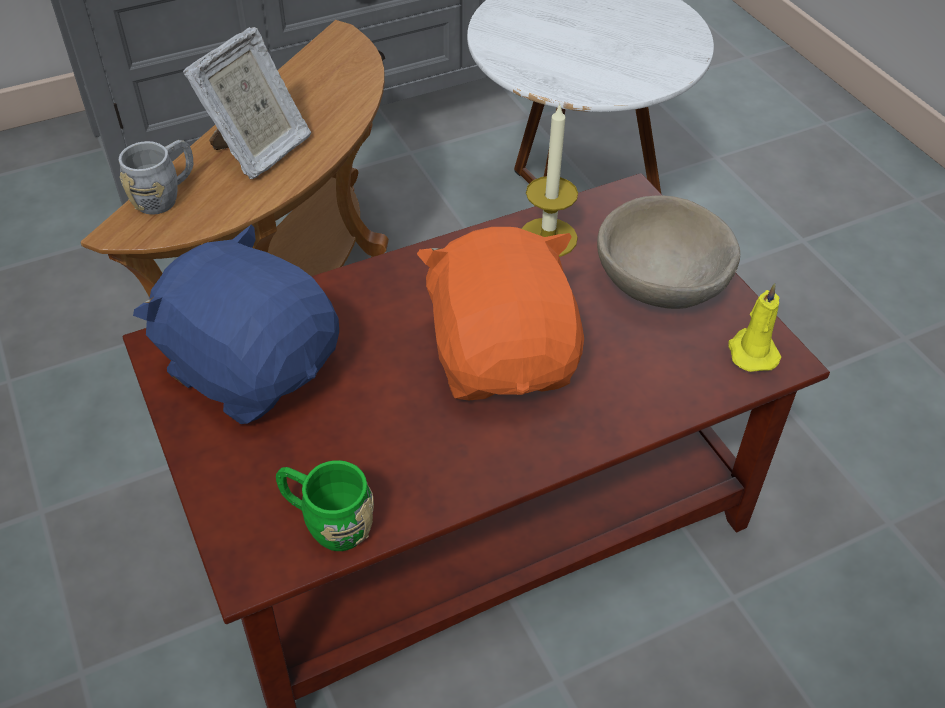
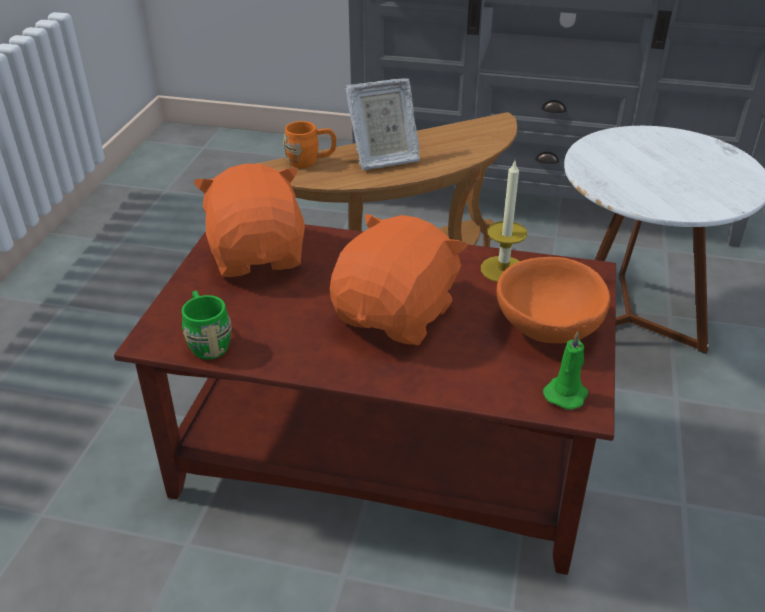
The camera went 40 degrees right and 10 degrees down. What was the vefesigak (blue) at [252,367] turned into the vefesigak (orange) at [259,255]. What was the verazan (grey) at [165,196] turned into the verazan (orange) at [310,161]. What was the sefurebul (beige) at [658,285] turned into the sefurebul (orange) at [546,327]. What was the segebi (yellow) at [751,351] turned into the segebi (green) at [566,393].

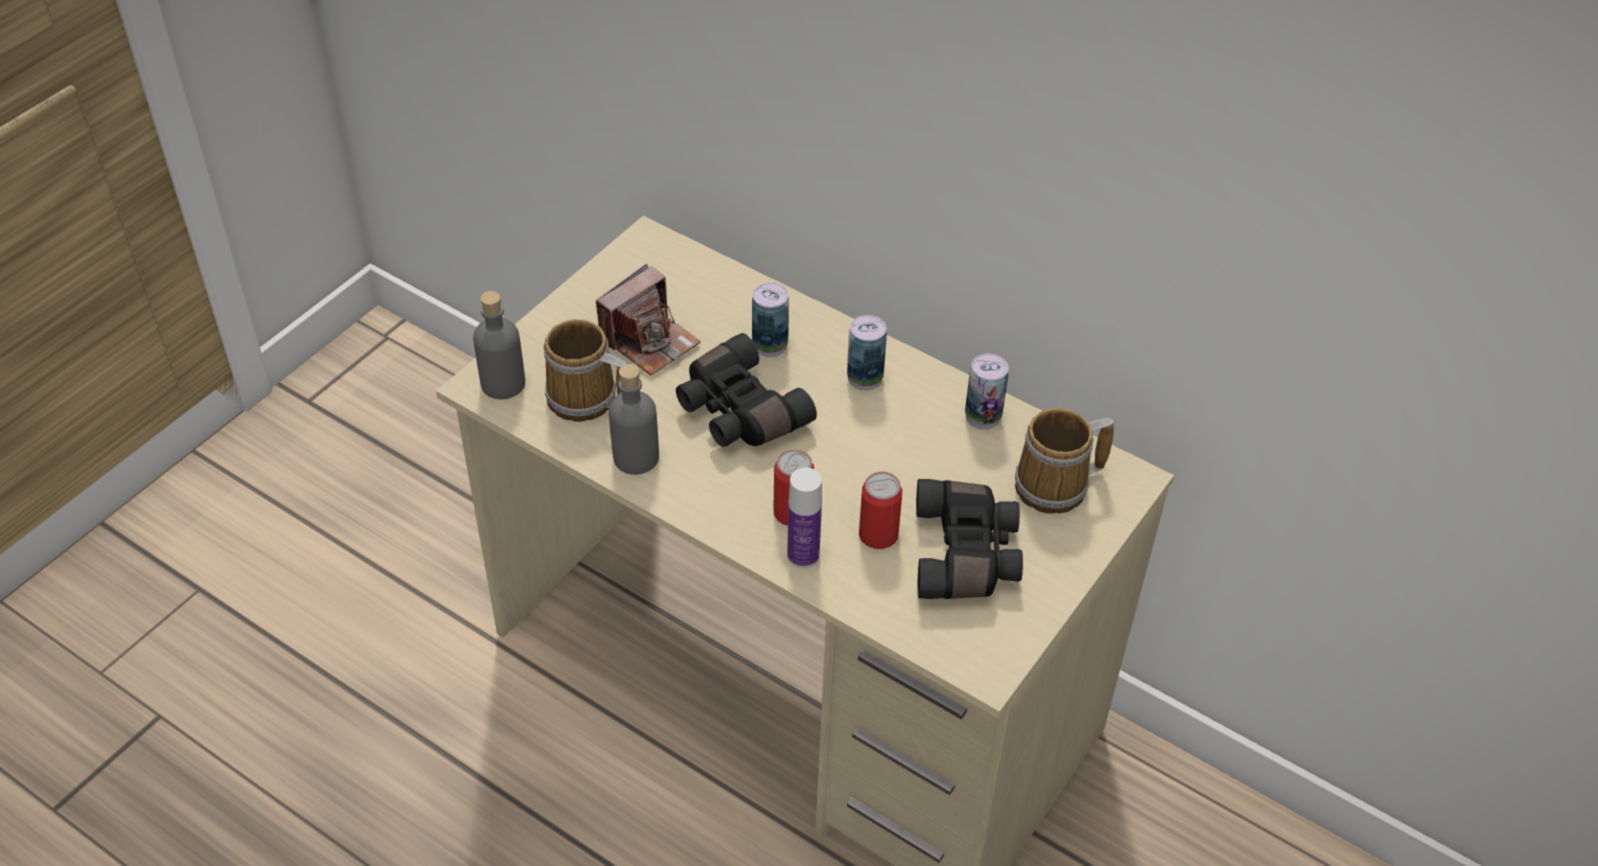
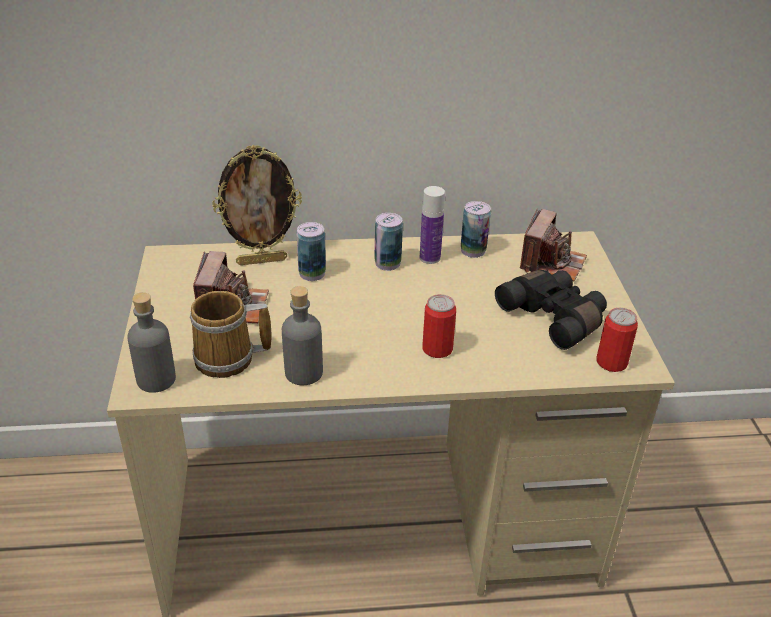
The camera went 40 degrees left and 10 degrees down. The second view gained the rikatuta at [262,260]. The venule ended up elsewhere, having gone from [803,555] to [430,258]. Where the verazan stood at [1057,487], the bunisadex came to stand at [551,263]. The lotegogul ended up elsewhere, having gone from [878,535] to [611,362]. The second view lost the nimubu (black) at [738,412].

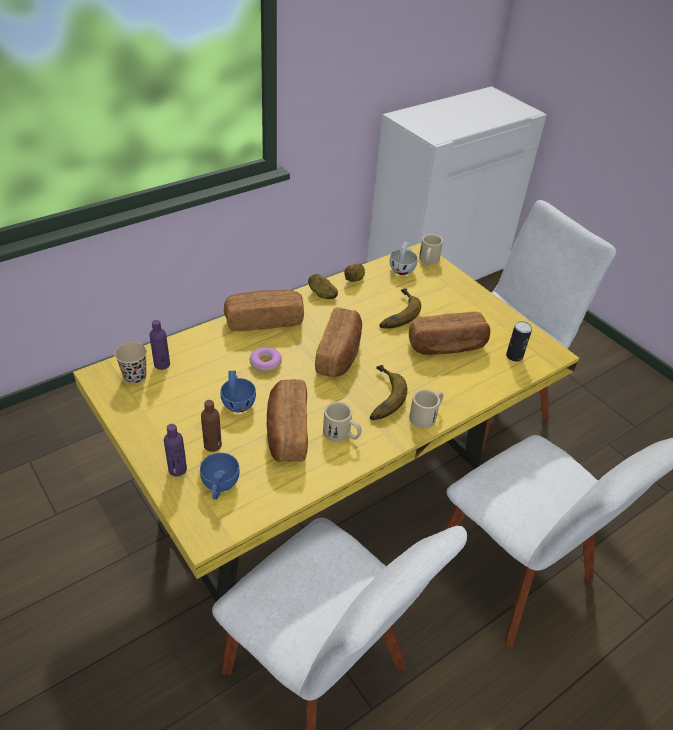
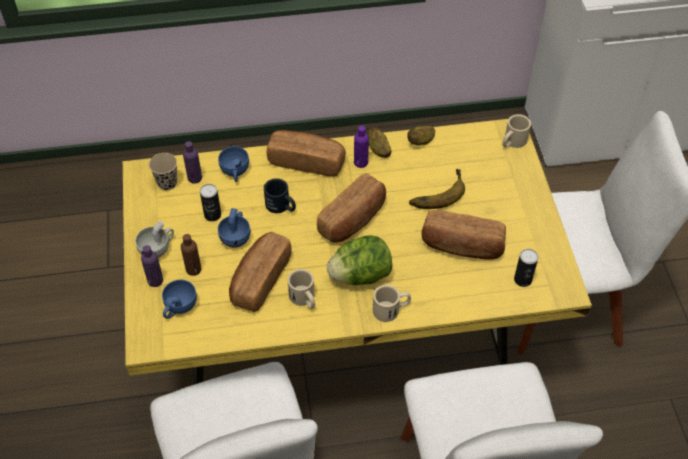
The camera went 30 degrees right and 10 degrees up. The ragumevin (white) ended up elsewhere, having gone from [403,269] to [158,248]. The second view gained the lotegogul at [212,215]. The second view gained the ragumevin (blue) at [235,172]. Where the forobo stood at [265,363], the verazan (black) came to stand at [281,206]. Where the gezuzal stood at [379,396], the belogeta came to stand at [361,275]. The second view gained the venule (purple) at [361,162].

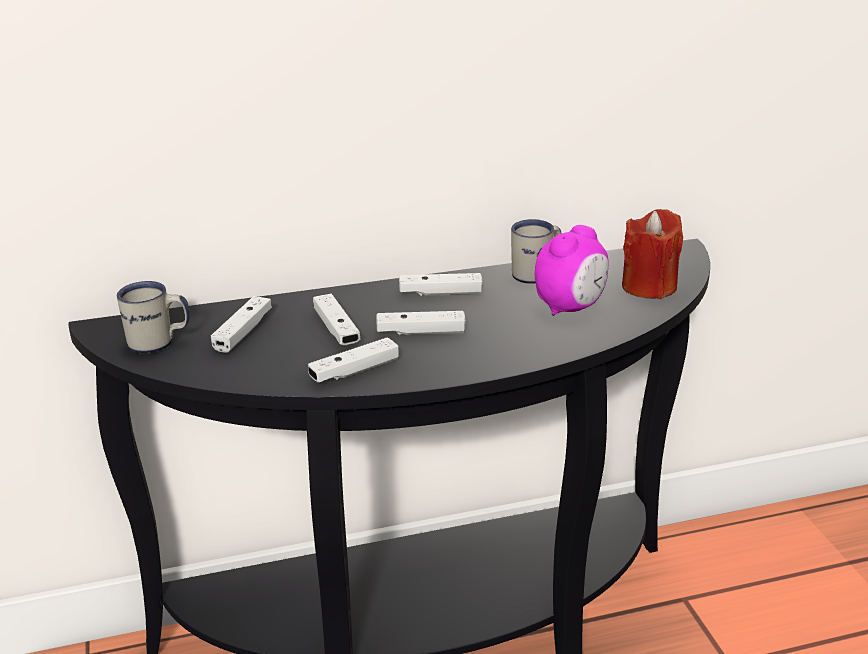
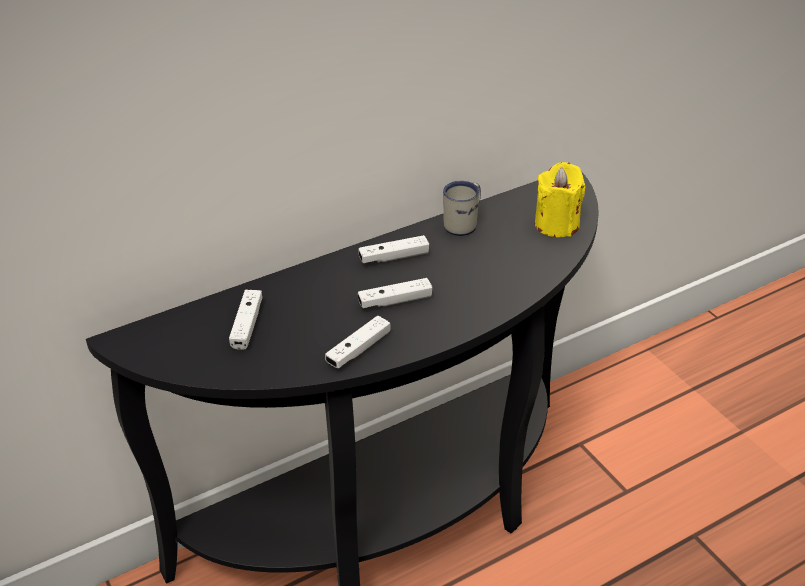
The camera went 15 degrees left and 10 degrees up. What was the segebi (red) at [649,286] turned into the segebi (yellow) at [556,224]. The second view lost the verazan (white) at [159,343]. The second view lost the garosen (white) at [336,329]. The second view lost the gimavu at [570,307].

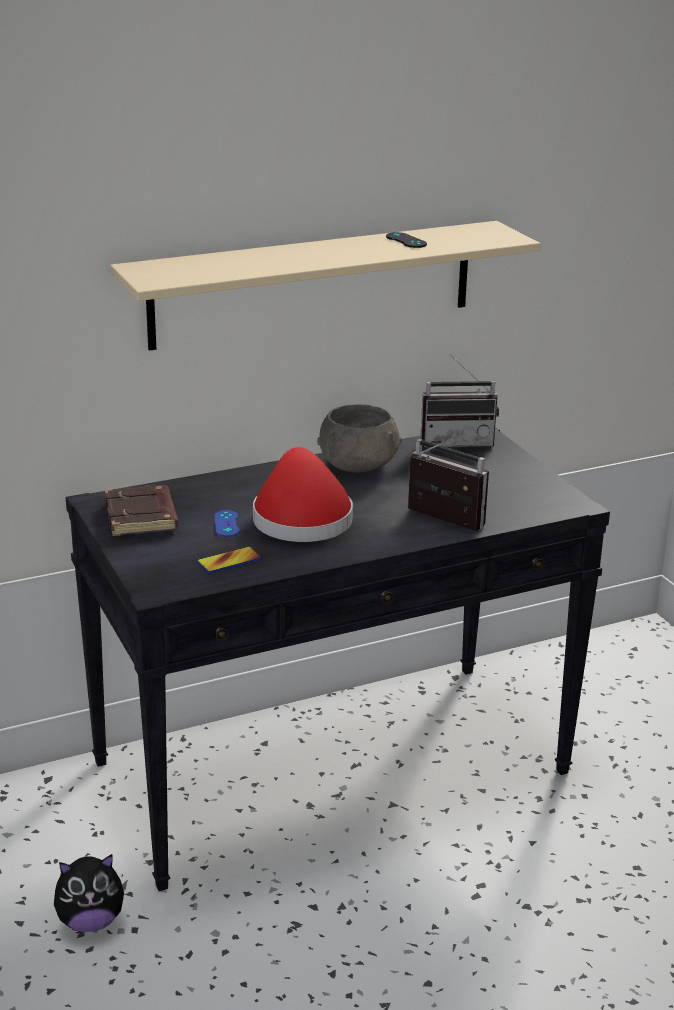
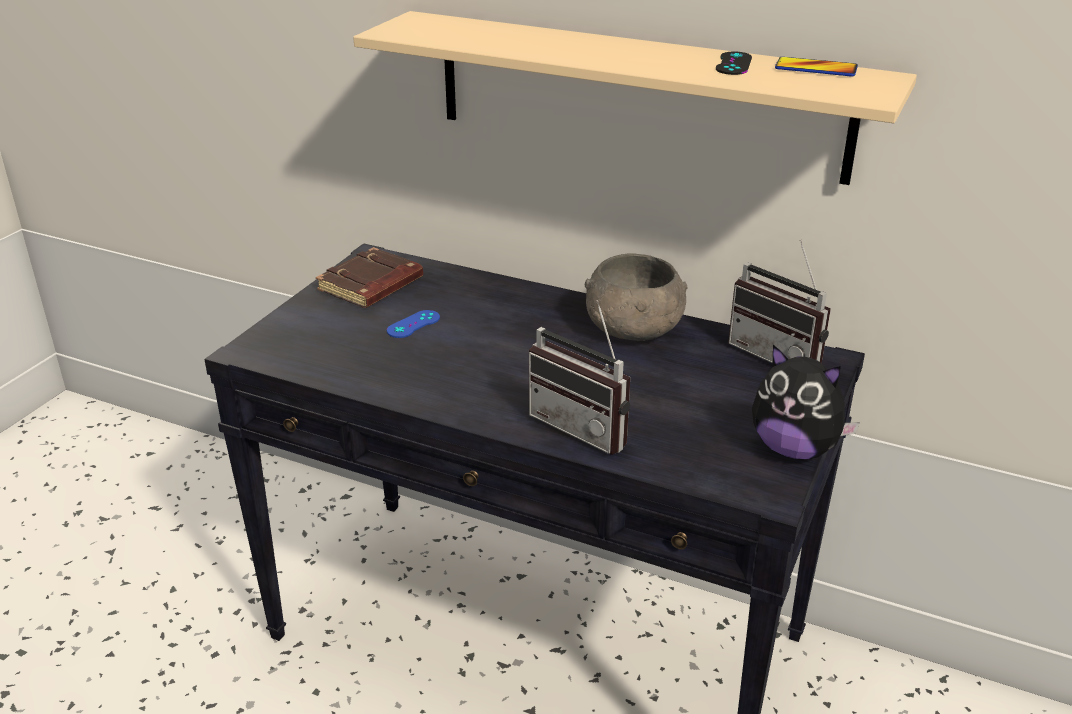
The camera went 50 degrees right and 5 degrees up. The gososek at [439,522] ended up facing another way, 135 degrees clockwise from before. The vefesigak ended up elsewhere, having gone from [91,921] to [794,449]. The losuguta ended up elsewhere, having gone from [229,561] to [815,69]. The second view lost the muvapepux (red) at [301,517].

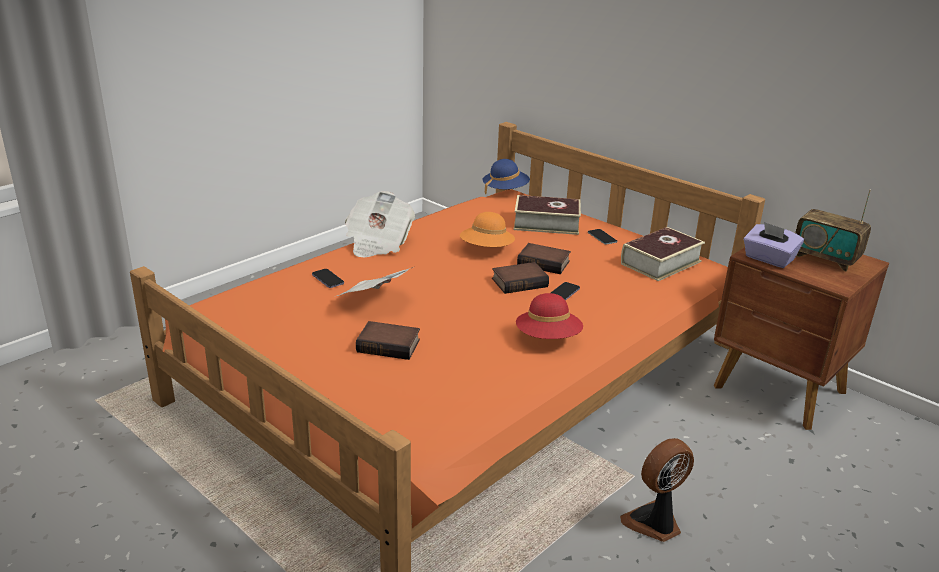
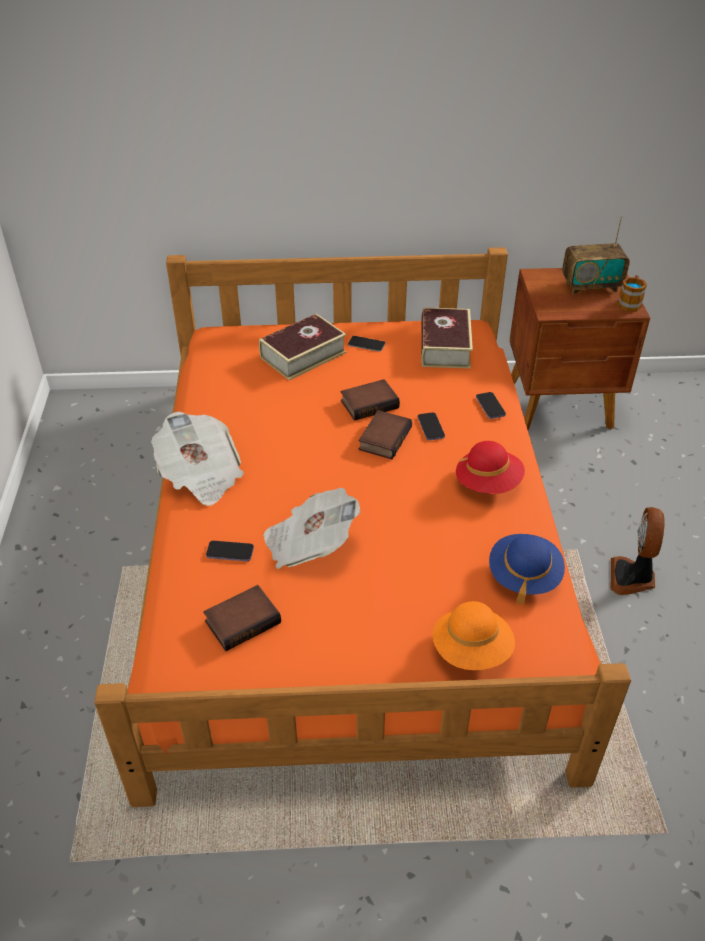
The camera went 45 degrees left and 15 degrees up. The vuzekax ended up elsewhere, having gone from [390,345] to [243,620]. The muvapepux (orange) ended up elsewhere, having gone from [487,249] to [471,650]. The second view gained the losuguta at [490,406]. The muvapepux (blue) ended up elsewhere, having gone from [505,190] to [524,576]. The second view gained the verazan at [630,303]. The second view lost the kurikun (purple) at [768,259].

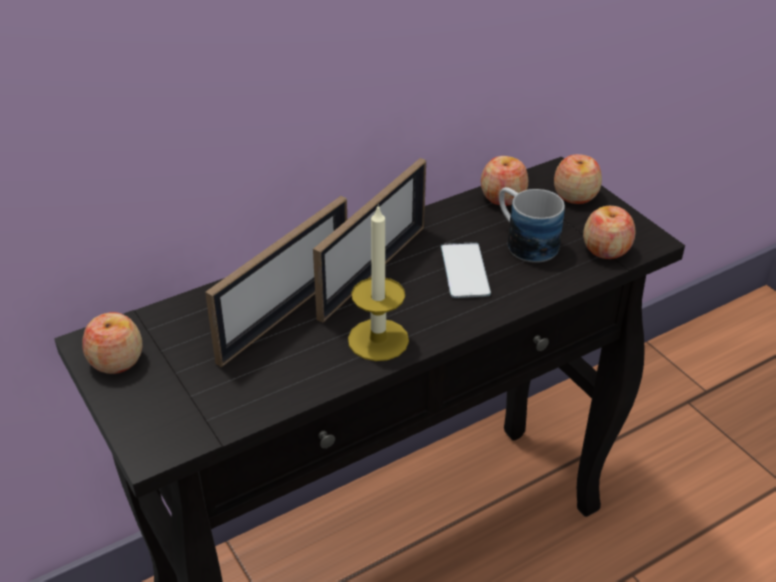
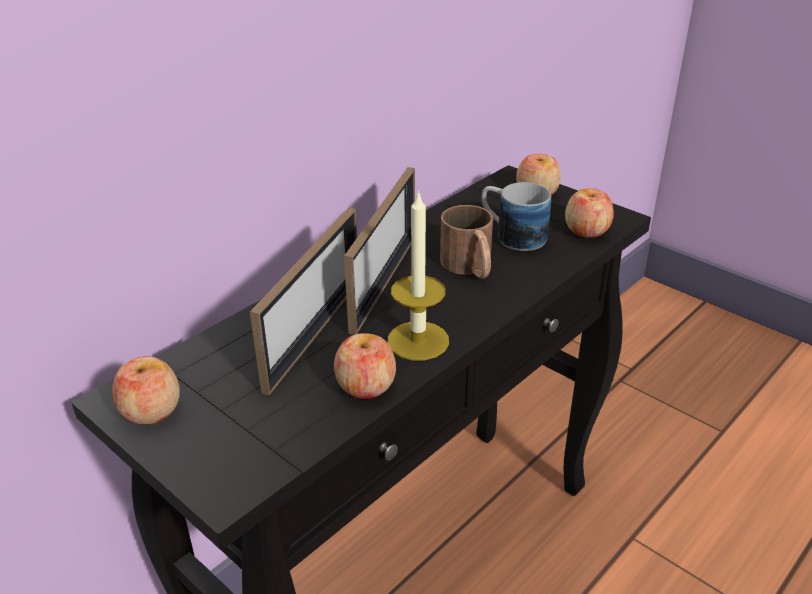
The camera went 15 degrees left and 5 degrees down. The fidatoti ended up elsewhere, having gone from [503,197] to [366,385]. Where the losuguta stood at [464,270], the verazan (brown) came to stand at [470,267].

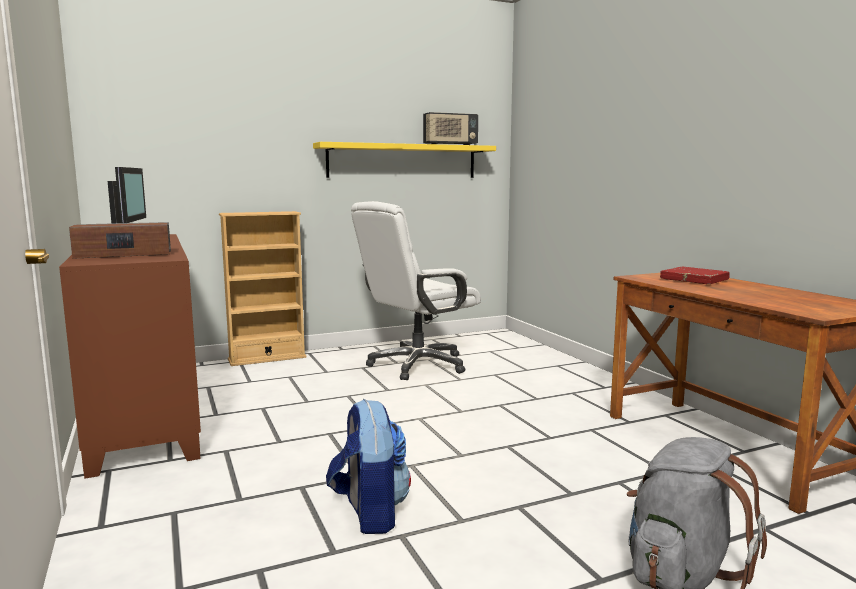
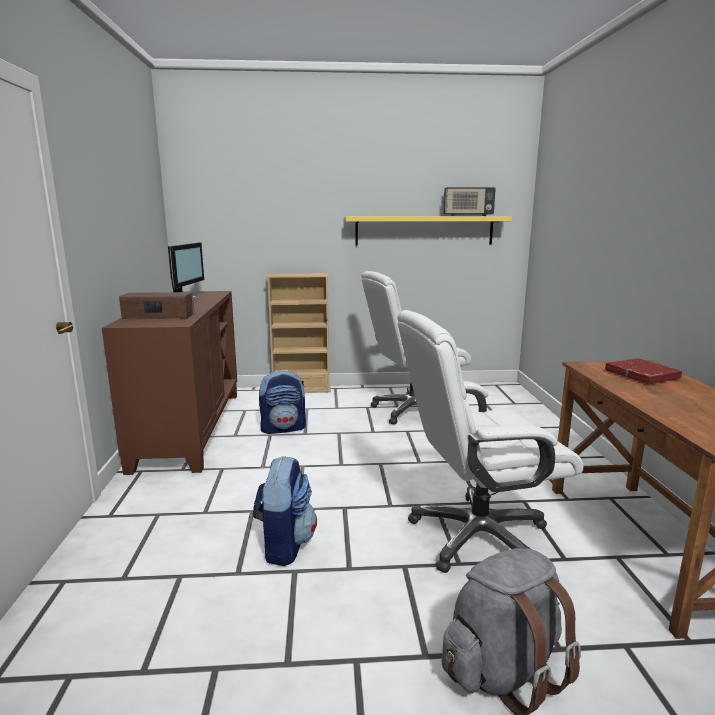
The camera went 20 degrees right and 5 degrees up. The second view gained the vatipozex at [283,428]. The second view gained the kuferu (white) at [477,536].

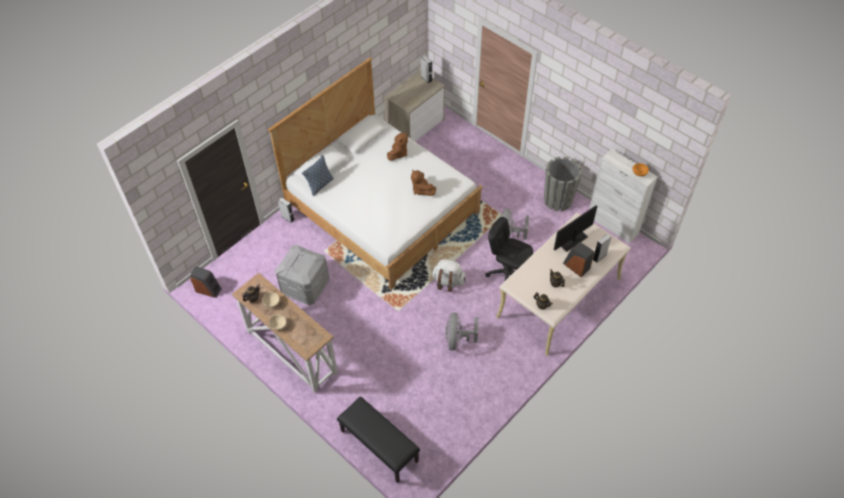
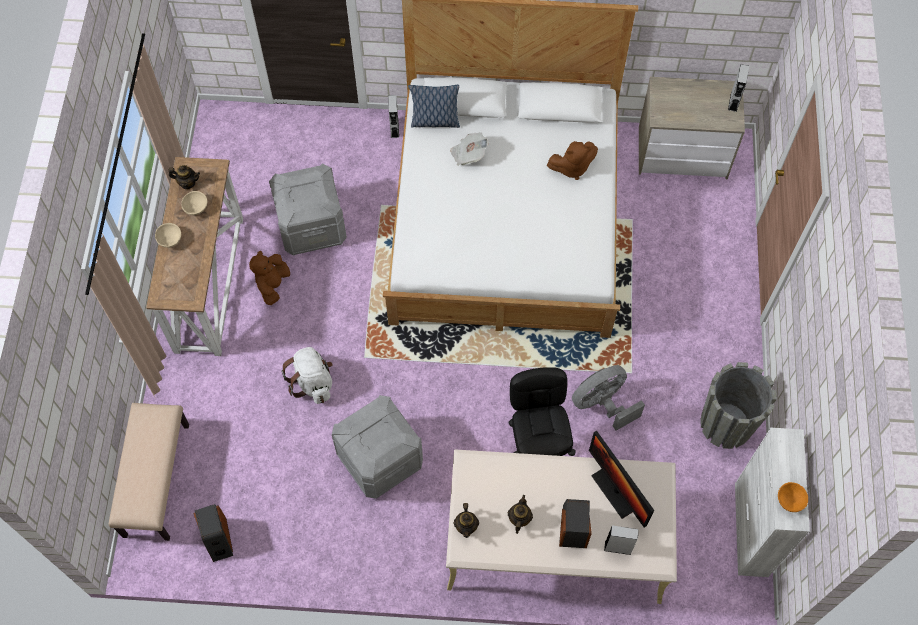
The camera went 50 degrees right and 10 degrees up. What was the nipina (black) at [378,446] turned into the nipina (beige) at [156,479]. The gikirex ended up elsewhere, having gone from [208,289] to [218,539]. The vefesigak (brown) ended up elsewhere, having gone from [421,190] to [272,285]. The vatipozex (white) ended up elsewhere, having gone from [448,282] to [313,382]. Where the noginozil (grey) stood at [457,340], the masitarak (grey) came to stand at [380,460]. The second view gained the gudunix at [468,154]. The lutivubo at [572,240] ended up facing another way, 135 degrees counterclockwise from before.

